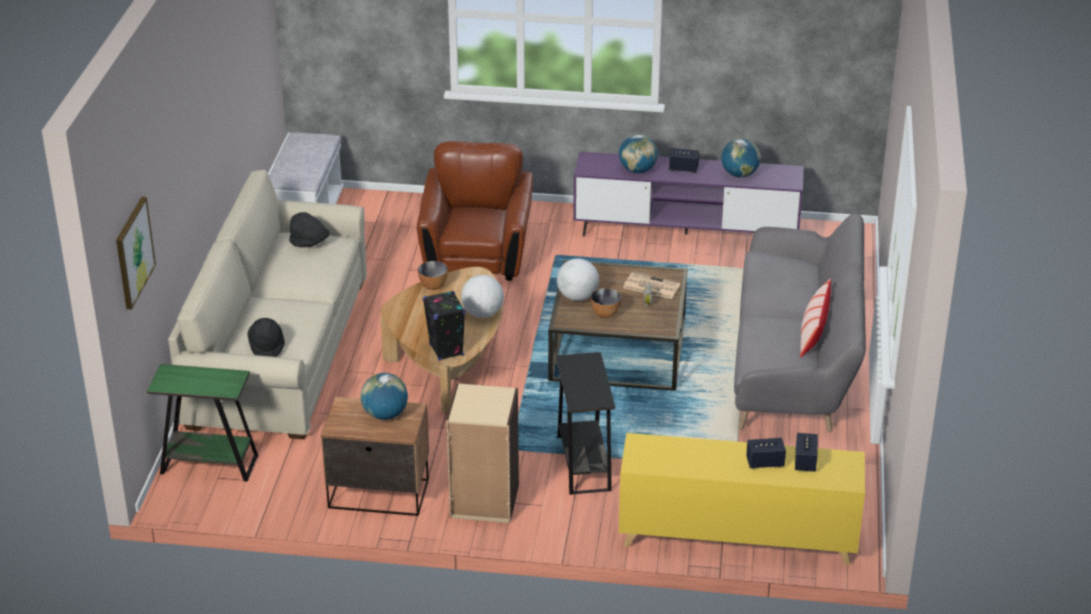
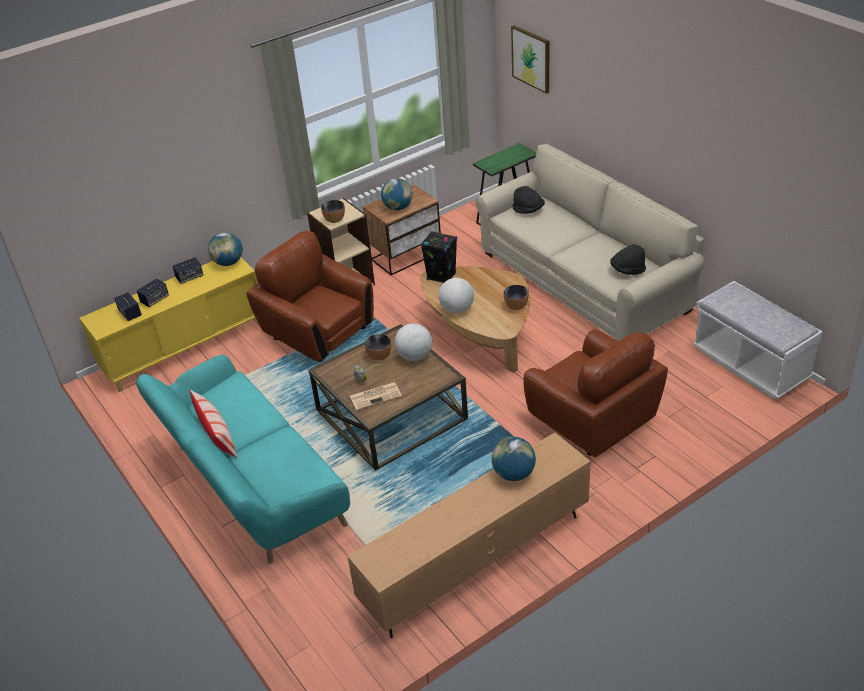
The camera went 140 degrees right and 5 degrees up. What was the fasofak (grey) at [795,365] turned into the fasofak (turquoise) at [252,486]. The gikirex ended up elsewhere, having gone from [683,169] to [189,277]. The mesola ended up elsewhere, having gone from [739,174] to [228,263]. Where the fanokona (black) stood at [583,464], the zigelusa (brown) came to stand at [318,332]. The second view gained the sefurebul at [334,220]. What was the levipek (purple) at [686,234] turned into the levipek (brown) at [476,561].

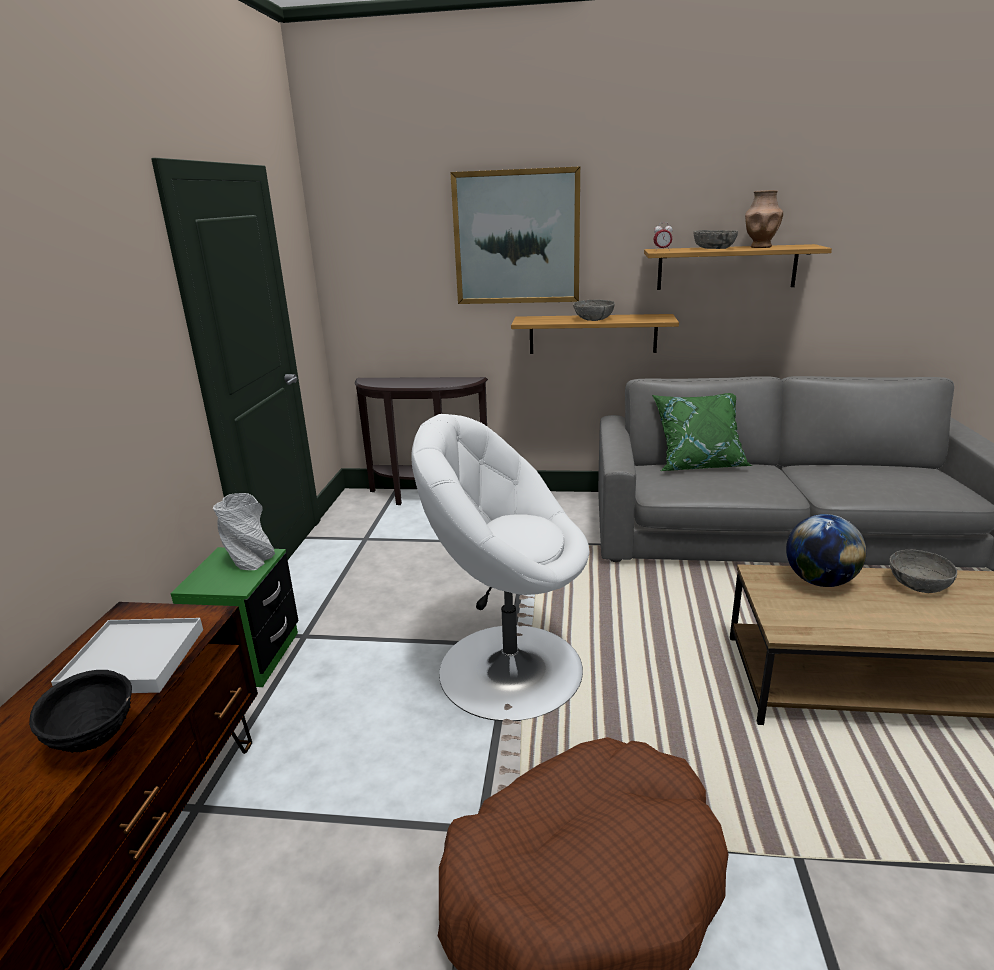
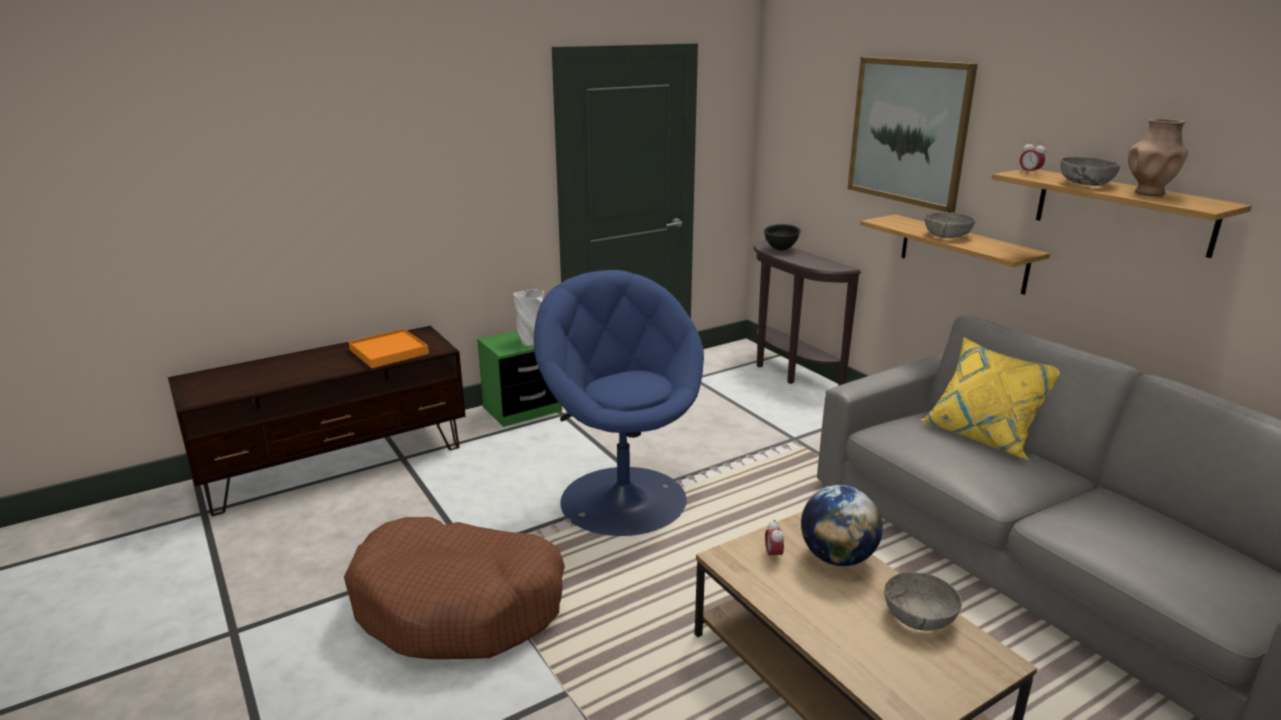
The camera went 50 degrees right and 0 degrees up. What was the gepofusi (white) at [133,660] turned into the gepofusi (orange) at [388,351]. What was the zigelusa (white) at [508,668] turned into the zigelusa (blue) at [623,498]. The sefurebul (black) ended up elsewhere, having gone from [94,741] to [780,250]. The second view gained the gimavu at [773,555]. What was the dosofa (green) at [698,464] turned into the dosofa (yellow) at [984,435].

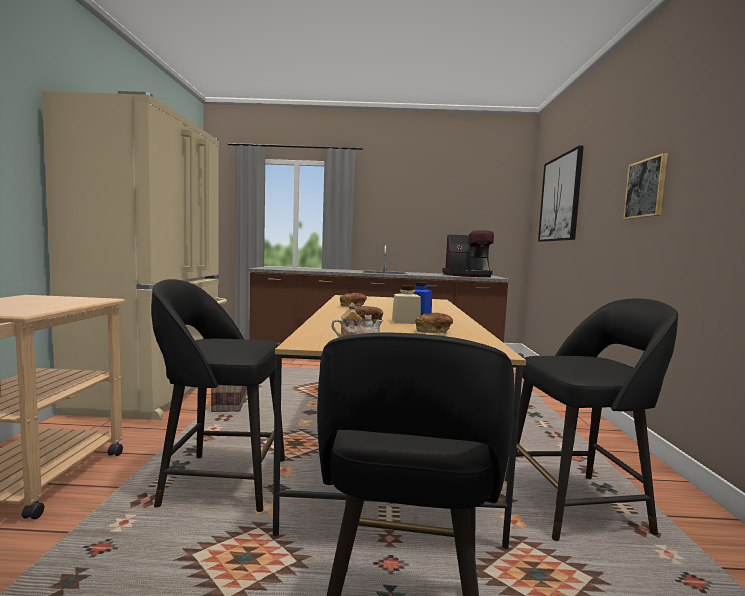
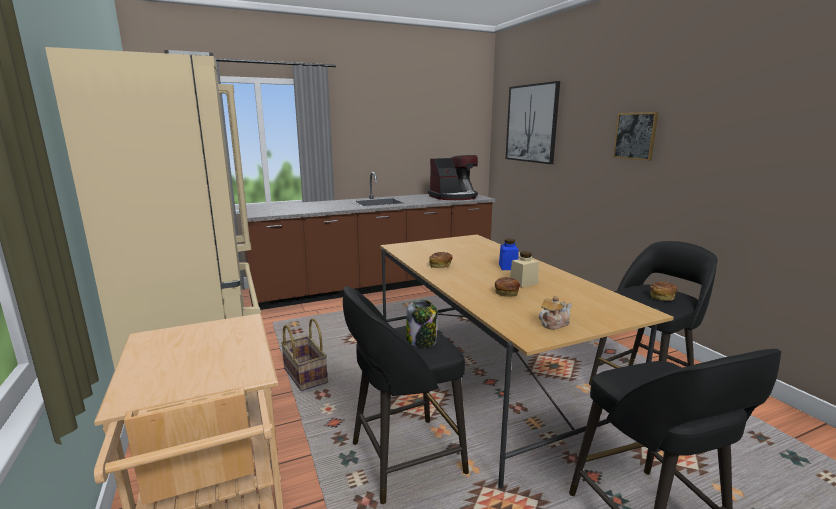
The camera went 25 degrees left and 10 degrees up. The second view gained the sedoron at [422,341]. The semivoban ended up elsewhere, having gone from [433,332] to [662,297].

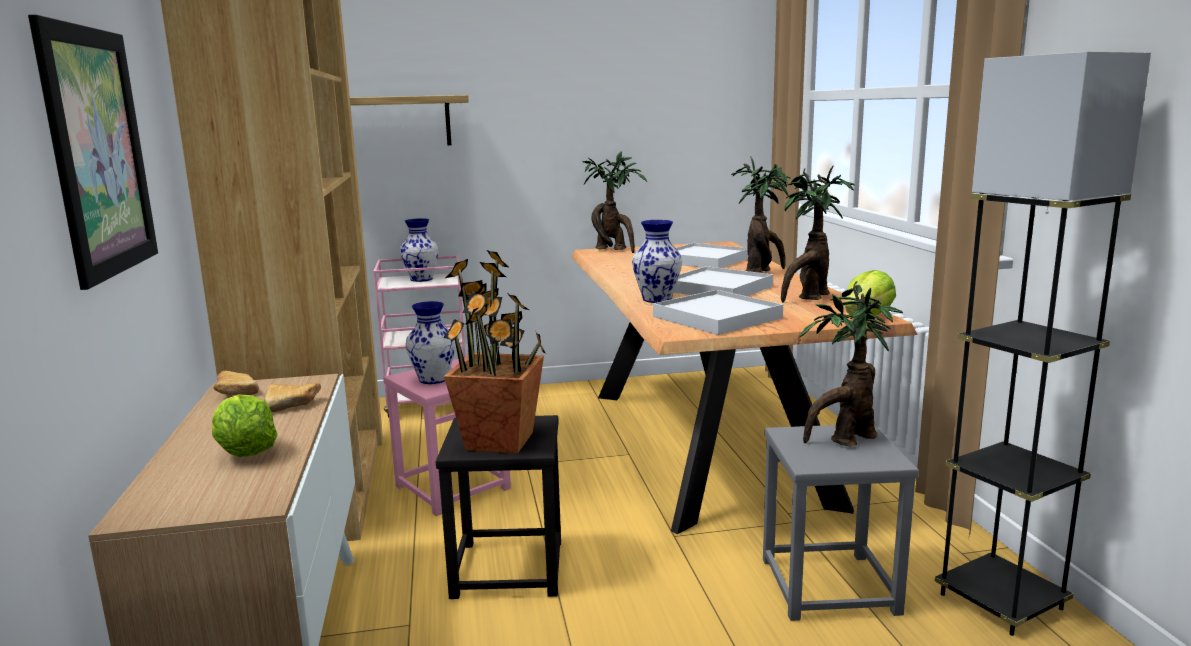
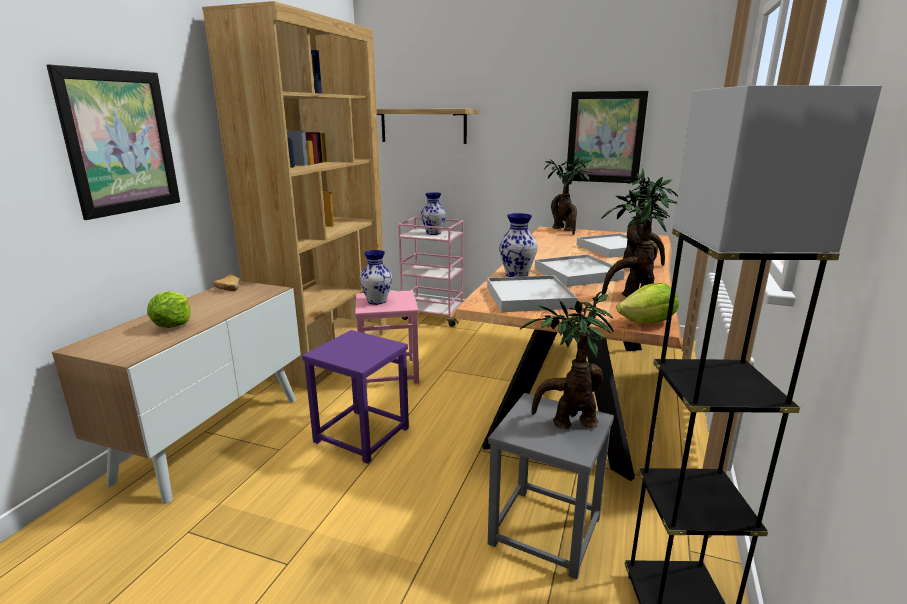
The camera went 30 degrees right and 5 degrees up. What was the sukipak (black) at [507,569] turned into the sukipak (purple) at [361,435]. The second view gained the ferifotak at [605,137]. The second view lost the semivoban at [294,405]. The second view lost the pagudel at [500,441].

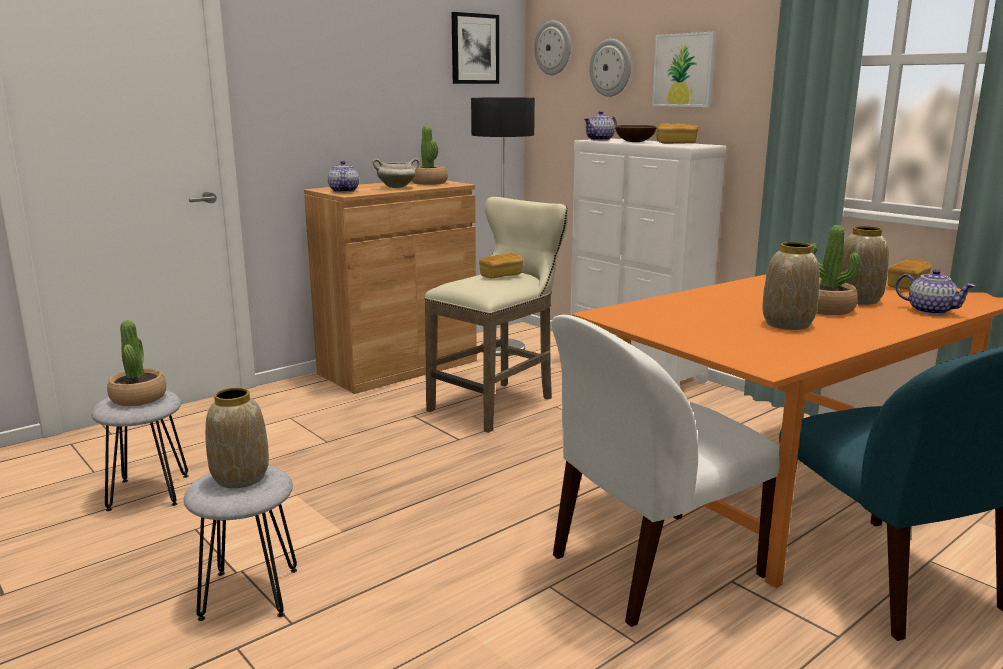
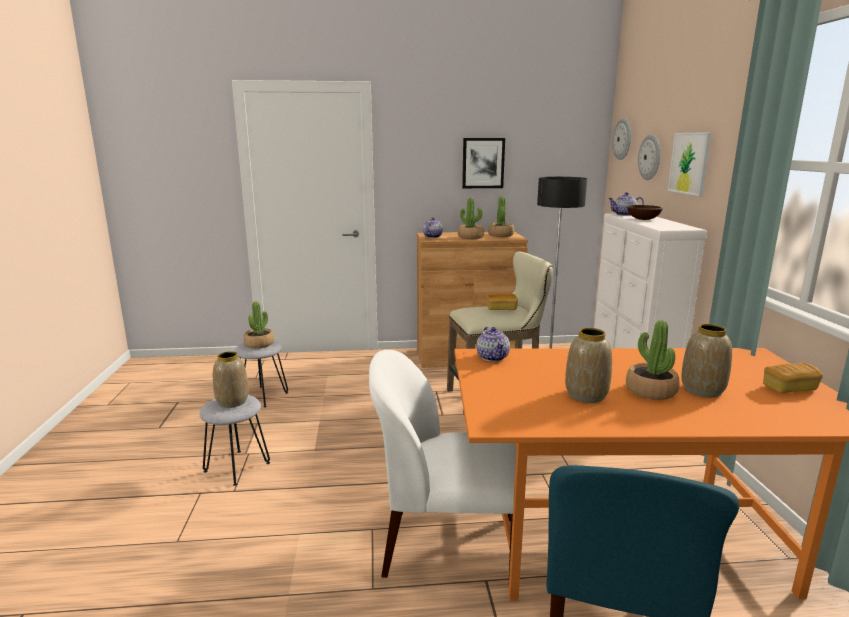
The camera went 35 degrees right and 0 degrees up. Where the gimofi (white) stood at [397,187], the pagudel came to stand at [470,237]. The ferifotak ended up elsewhere, having gone from [474,49] to [483,163]. The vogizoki ended up elsewhere, having gone from [930,310] to [492,357]. The second view lost the semivoban at [676,143].

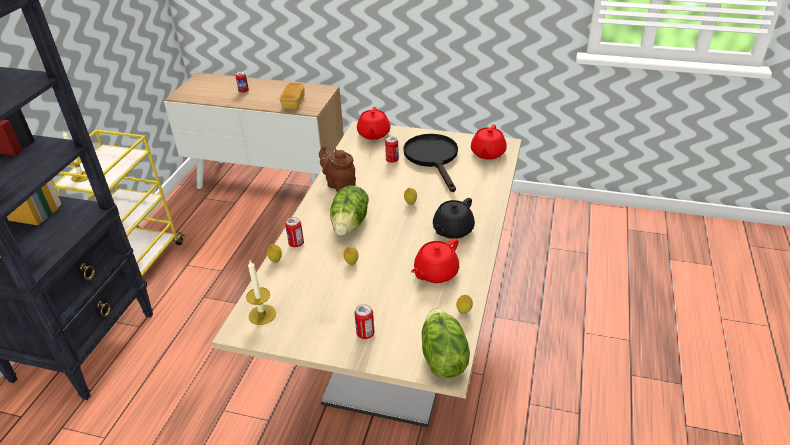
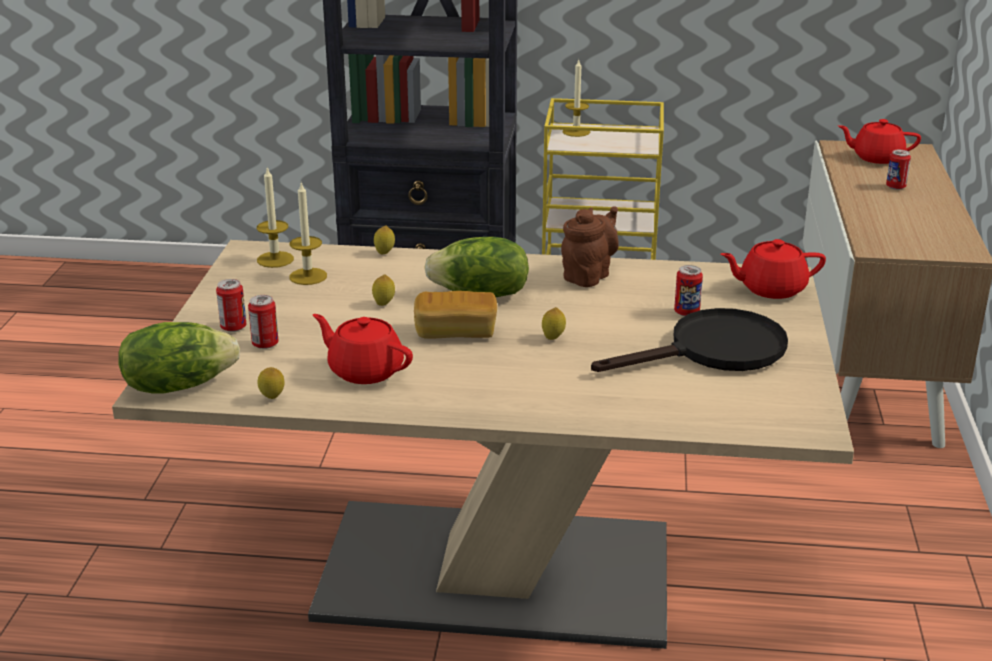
The camera went 80 degrees right and 10 degrees down. The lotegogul ended up elsewhere, having gone from [296,243] to [265,344]. The second view gained the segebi at [308,276]. The semivoban ended up elsewhere, having gone from [293,103] to [456,332]. The vogizoki (red) ended up elsewhere, having gone from [487,153] to [876,158]. The second view lost the vogizoki (black) at [452,230].

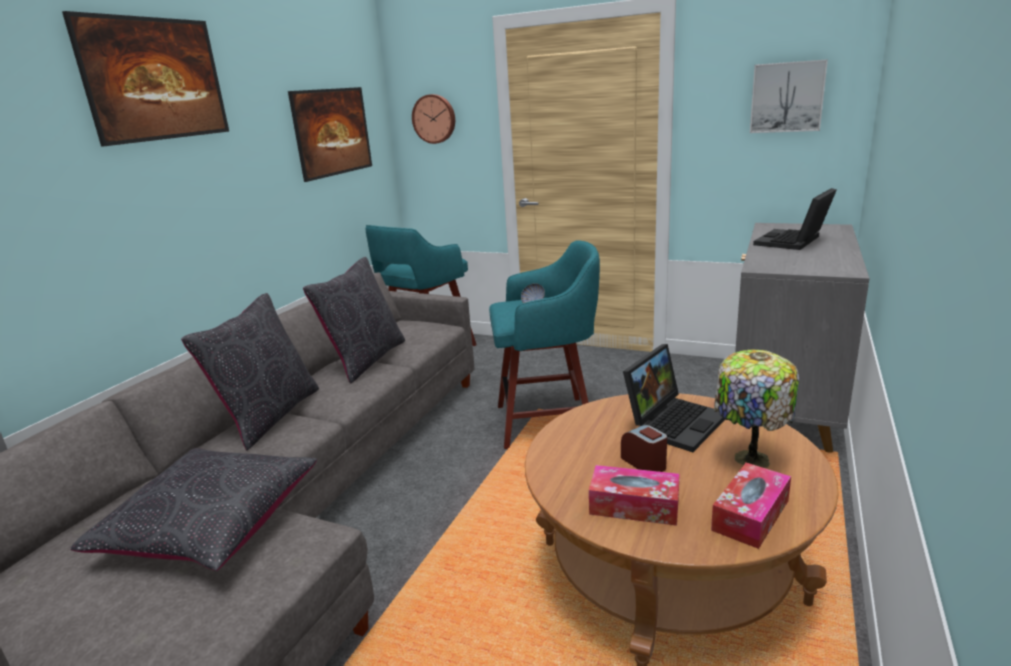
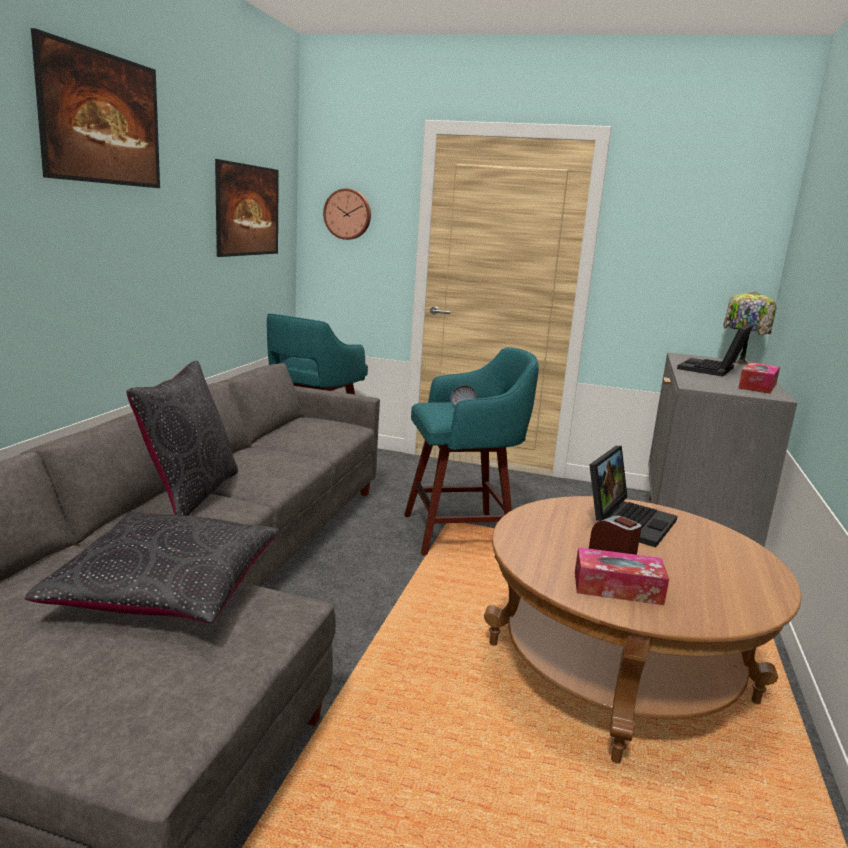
The camera went 10 degrees left and 5 degrees down. The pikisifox ended up elsewhere, having gone from [749,459] to [739,363]. The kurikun ended up elsewhere, having gone from [750,515] to [757,386]. The second view lost the dosofa (black) at [365,360]. The second view lost the ferifotak at [787,97].

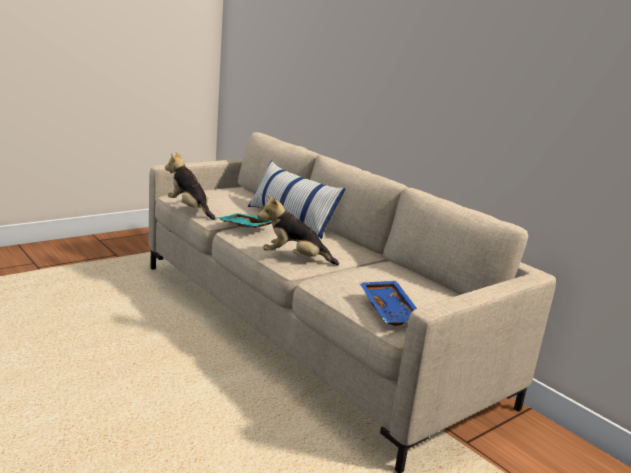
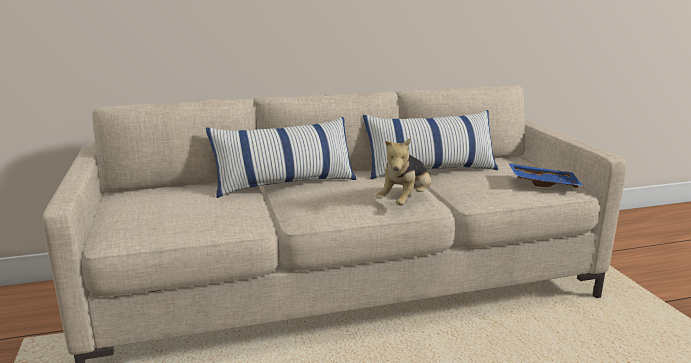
The camera went 65 degrees left and 0 degrees up. The second view gained the dosofa at [430,170]. The second view lost the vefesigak at [189,209]. The second view lost the gepofusi (turquoise) at [244,227].

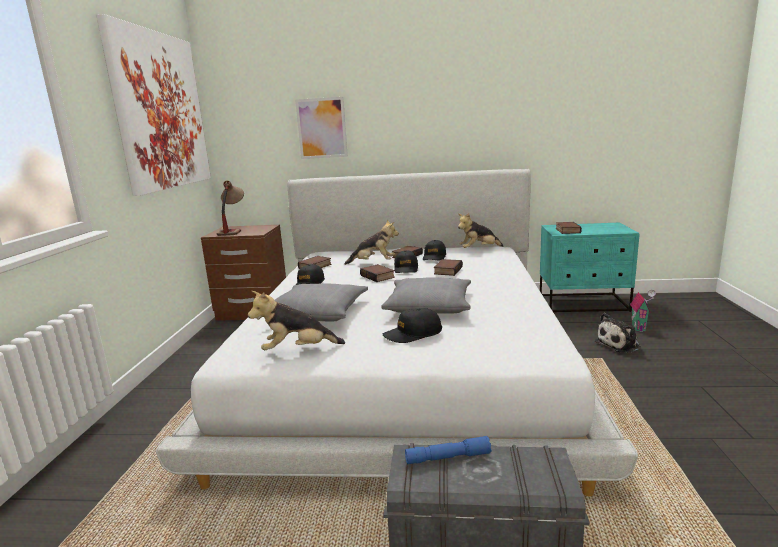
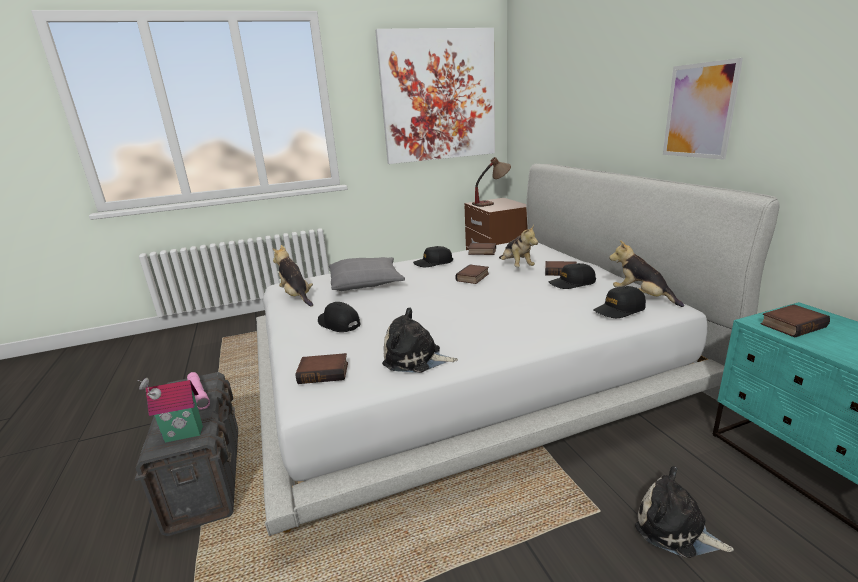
The camera went 65 degrees right and 5 degrees up. The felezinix ended up elsewhere, having gone from [639,327] to [183,436]. What was the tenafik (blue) at [448,457] turned into the tenafik (pink) at [199,394]. The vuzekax ended up elsewhere, having gone from [447,270] to [324,372]. The second view gained the vefesigak at [416,359]. The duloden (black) ended up elsewhere, having gone from [406,269] to [619,310]. The ferifotak ended up elsewhere, having gone from [321,128] to [699,111]. The second view lost the dosofa (grey) at [429,305].

